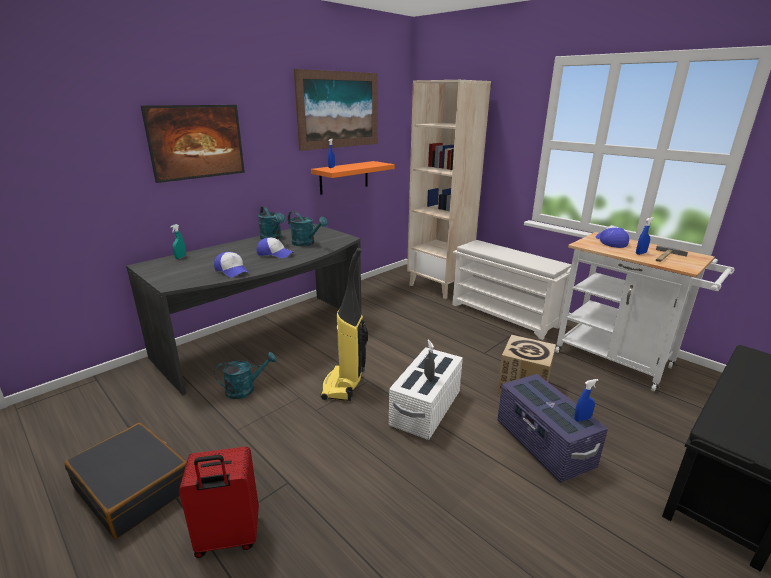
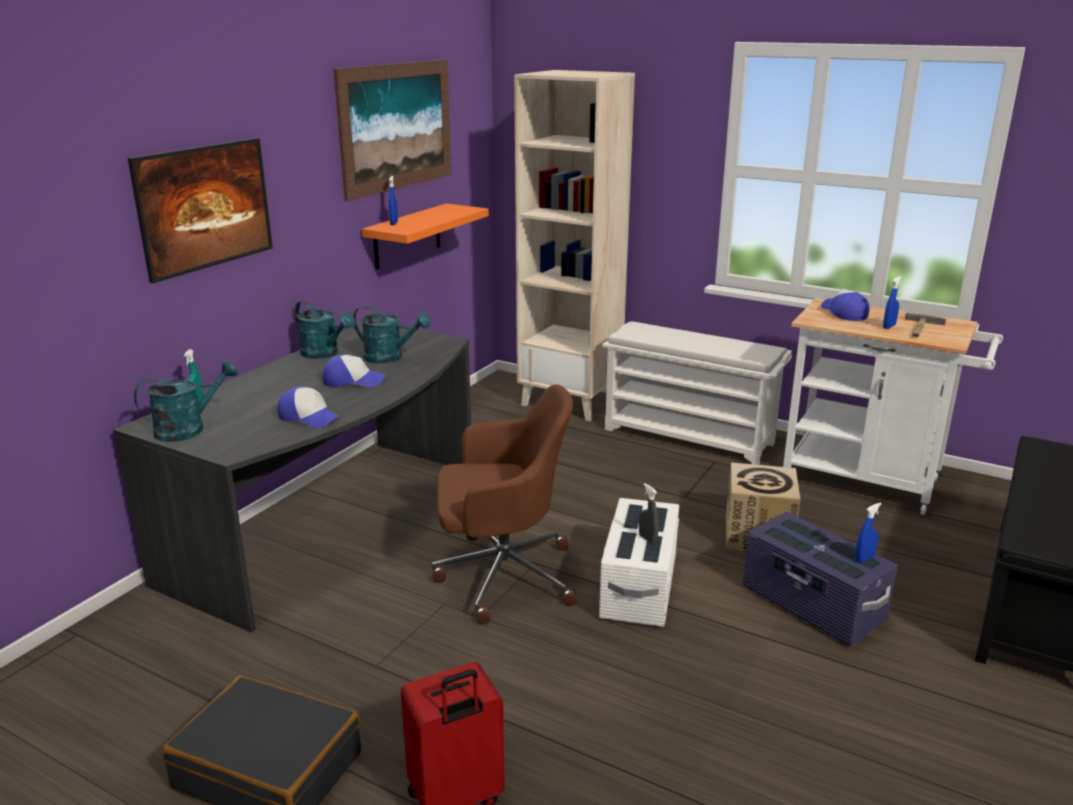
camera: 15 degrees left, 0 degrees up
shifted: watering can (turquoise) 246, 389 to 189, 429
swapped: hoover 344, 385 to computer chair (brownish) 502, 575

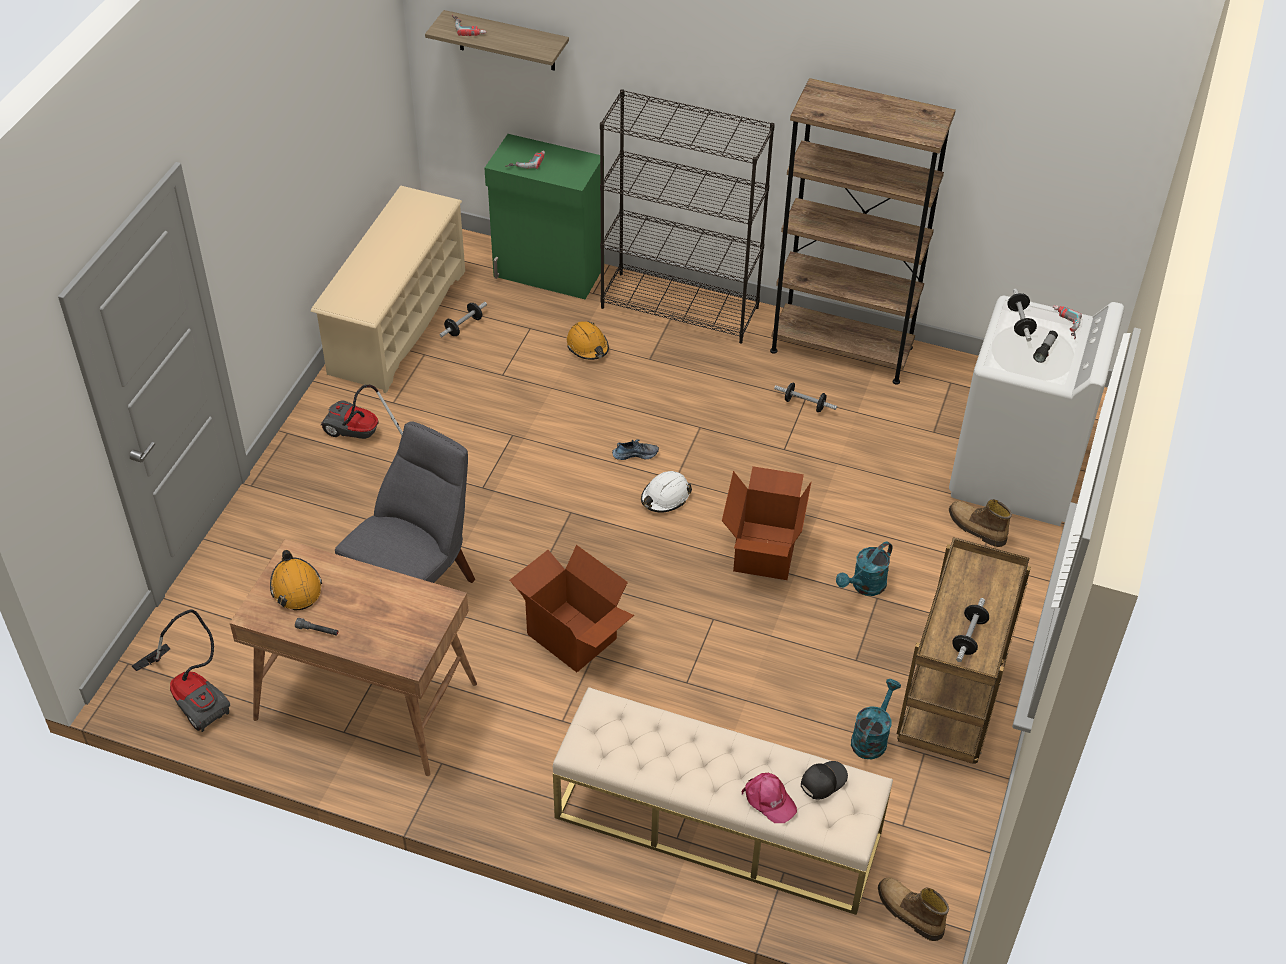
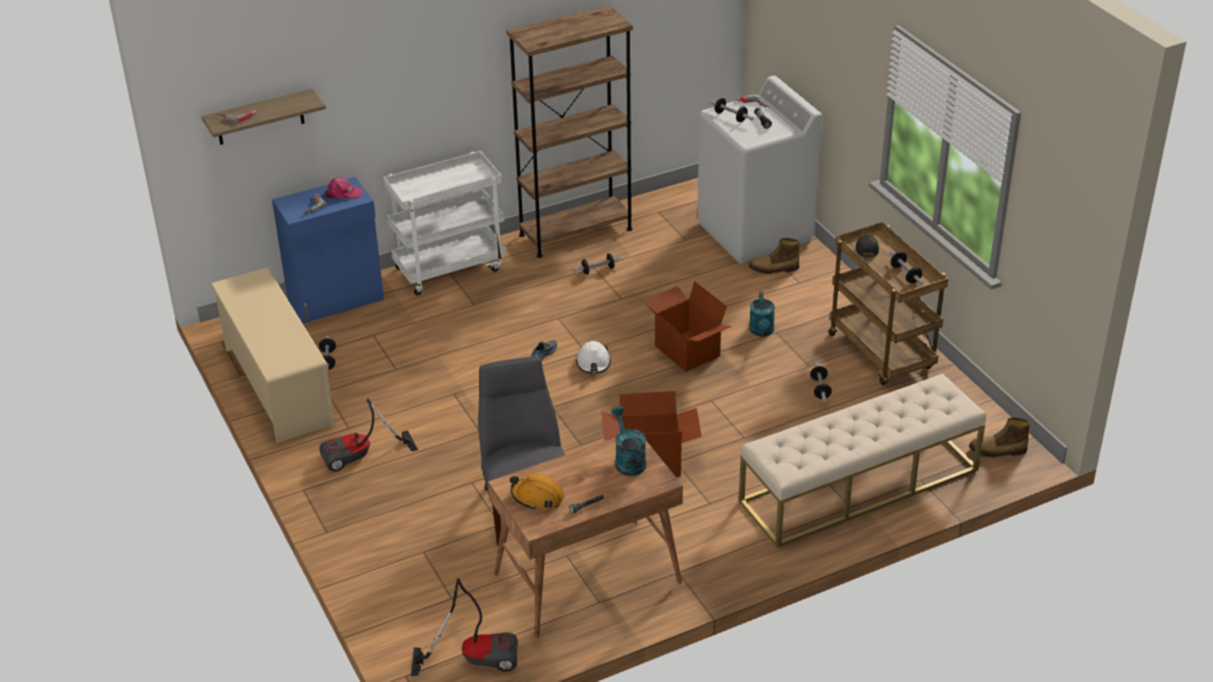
camera: 45 degrees left, 10 degrees down
gone: work helmet (orangey) 587, 346
new: dumbbell 820, 389
shifted: peaked cap (pink) 769, 800 to 343, 193; peaked cap (blackish) 822, 781 to 866, 248; watering can (turquoise) 871, 737 to 628, 460
swapped: bookshelf (blackish) 681, 307 to cart (whitish) 450, 268
repainted: storage cabinet (green) 548, 272 to storage cabinet (blue-coloured) 337, 300

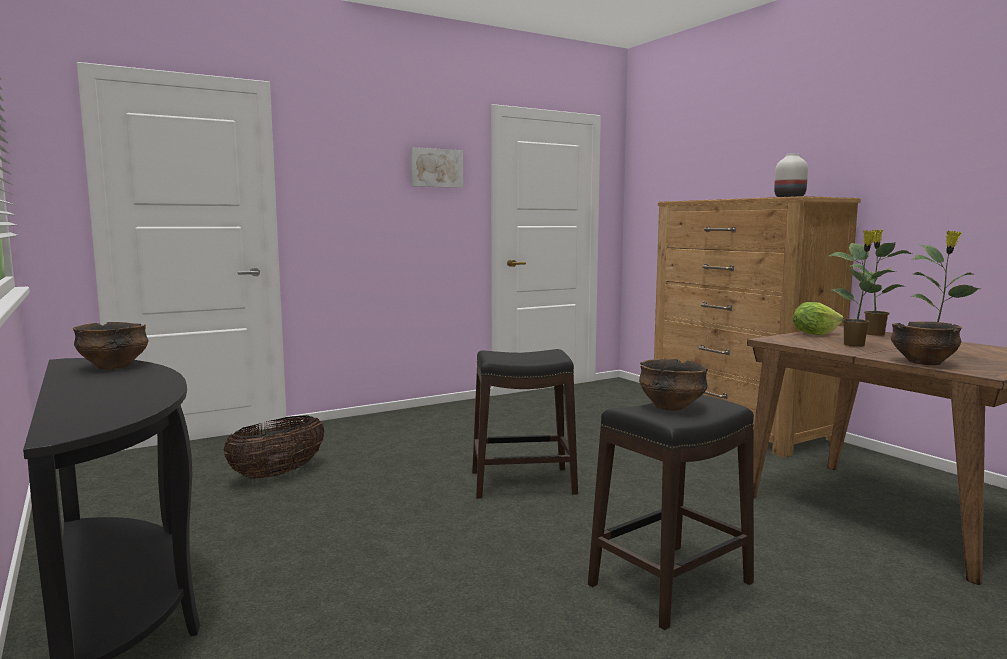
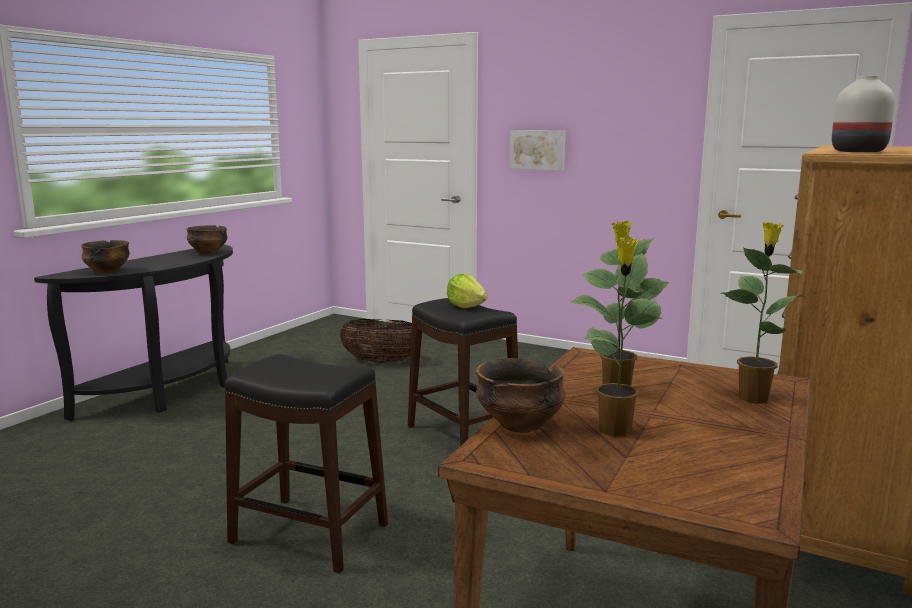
camera: 60 degrees right, 5 degrees up
shifted: picture 435, 168 to 538, 149; deep dish 671, 407 to 107, 271; lettuce head 814, 334 to 466, 306

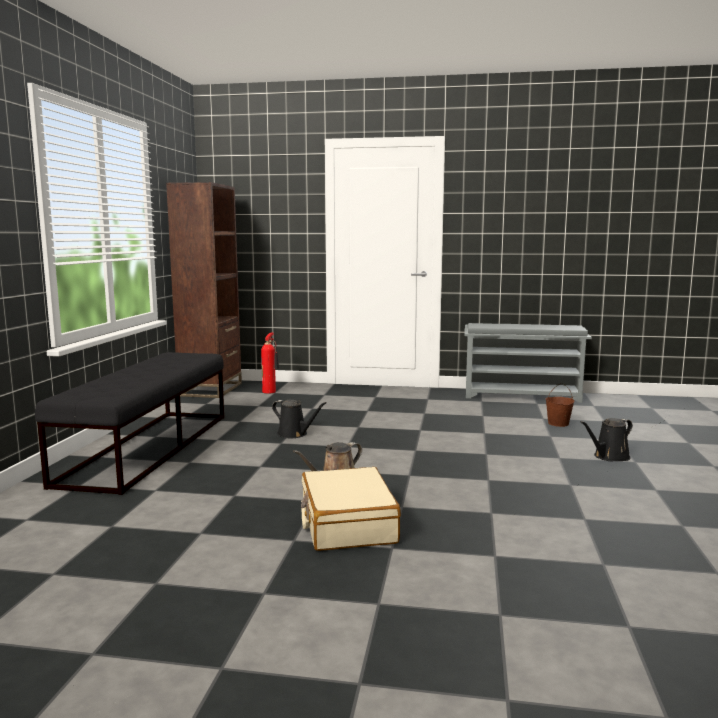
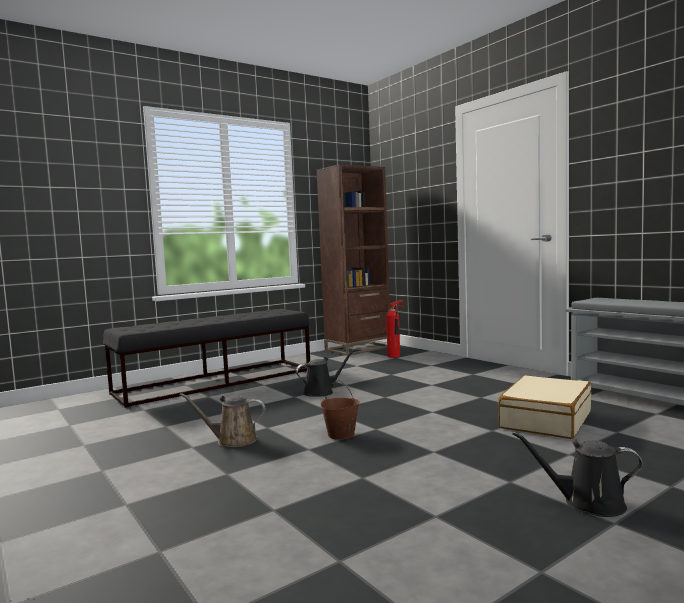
camera: 45 degrees right, 5 degrees down
shifted: piece of luggage (beige-coloured) 347, 524 to 545, 420; pail (brownish) 558, 424 to 341, 435
rotated: watering can (blackish) 294, 434 = 321, 392 105 degrees counterclockwise

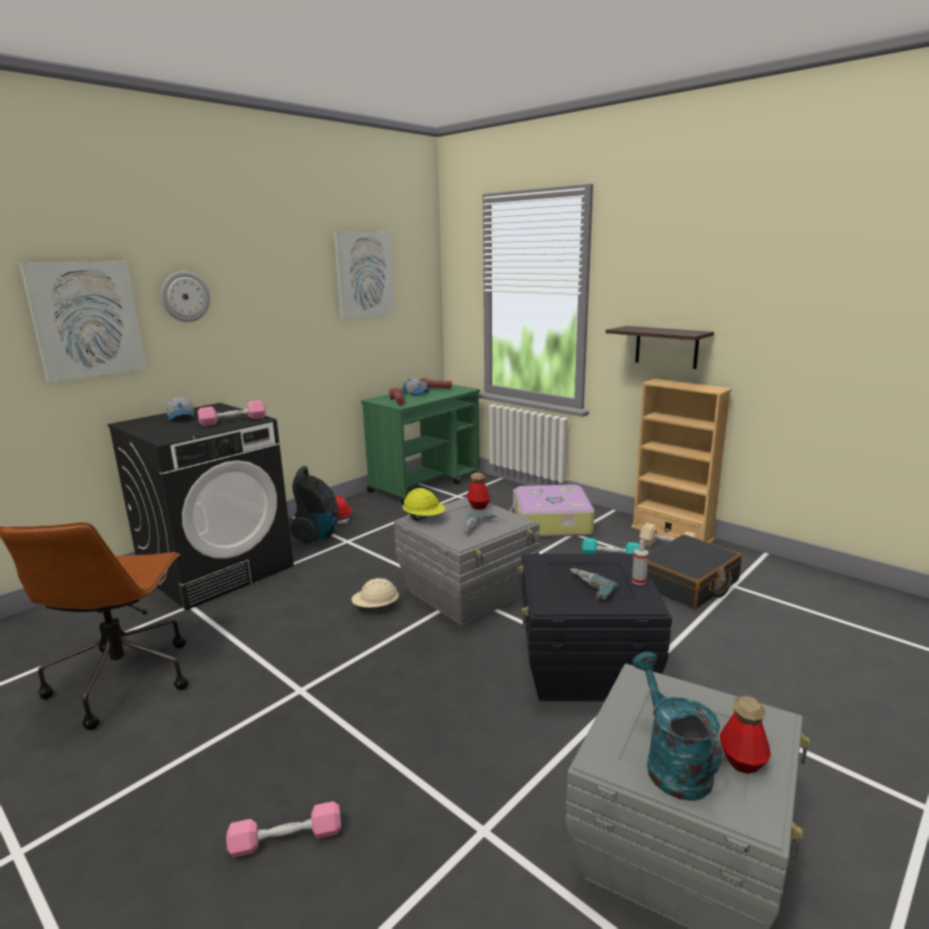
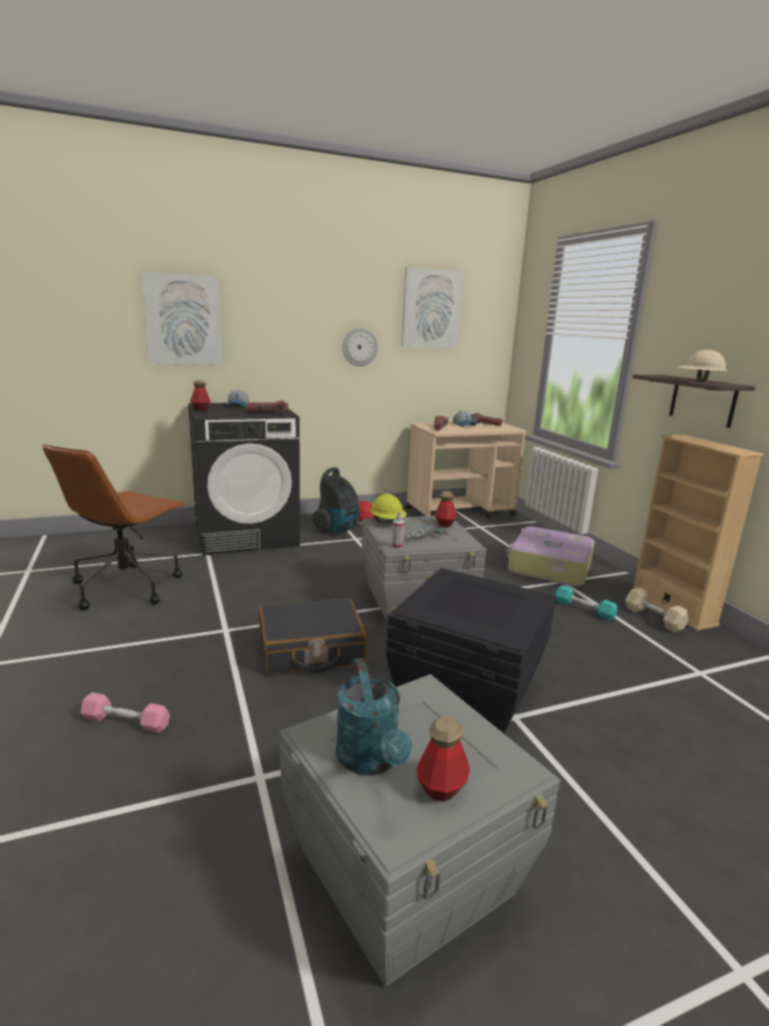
camera: 25 degrees right, 0 degrees up
gone: power drill 587, 589
new: bottle 200, 409
shifted: clock on the wall 185, 296 to 359, 347; work helmet (beige-coloured) 376, 608 to 698, 381; sprayer 639, 581 to 397, 546; piece of luggage (blackish) 688, 583 to 311, 650
swapped: dumbbell (pink) 233, 421 to hand torch 267, 413
repainted: cart (green) 426, 484 to cart (beige-coloured) 461, 511
rotated: watering can (turquoise) 671, 763 = 371, 761 150 degrees clockwise

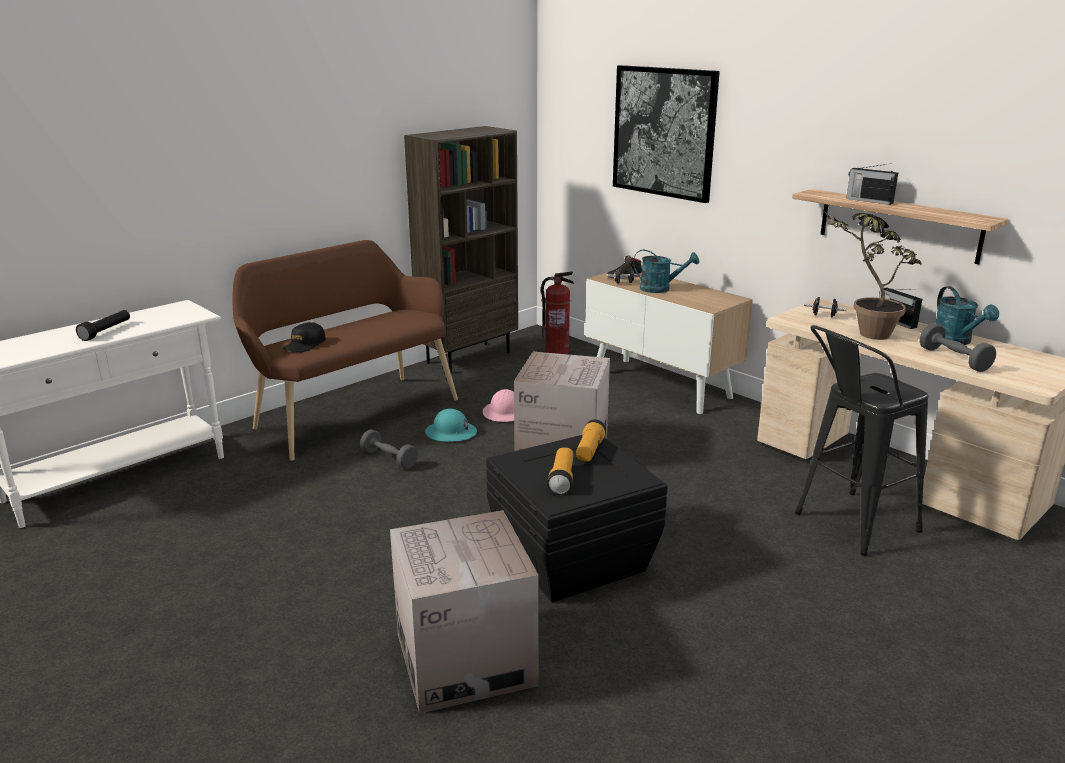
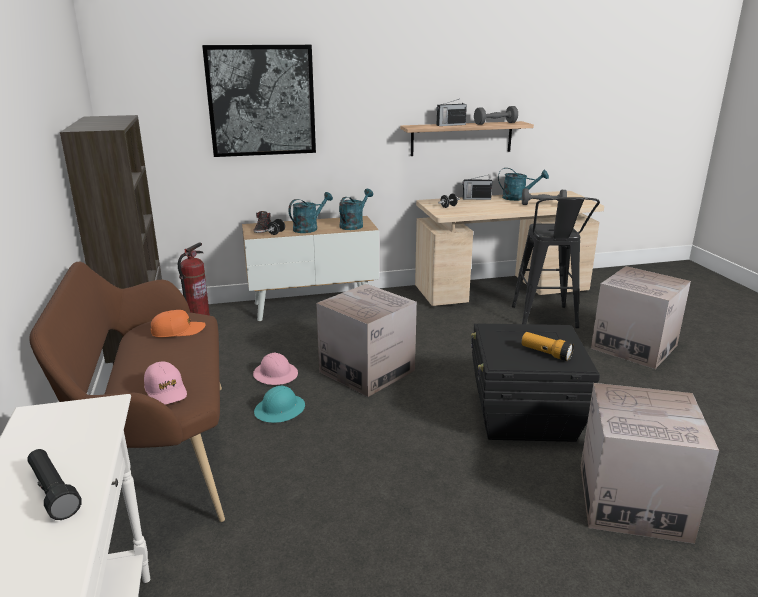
camera: 60 degrees left, 0 degrees up
gone: hand torch 589, 451; houseplant 863, 333
new: peaked cap (orangey) 178, 331; watering can (turquoise) 354, 225; packing box 634, 347
shifted: dumbbell (grey) 389, 459 to 495, 123
repainted: peaked cap (blackish) 305, 345 to peaked cap (pink) 166, 391

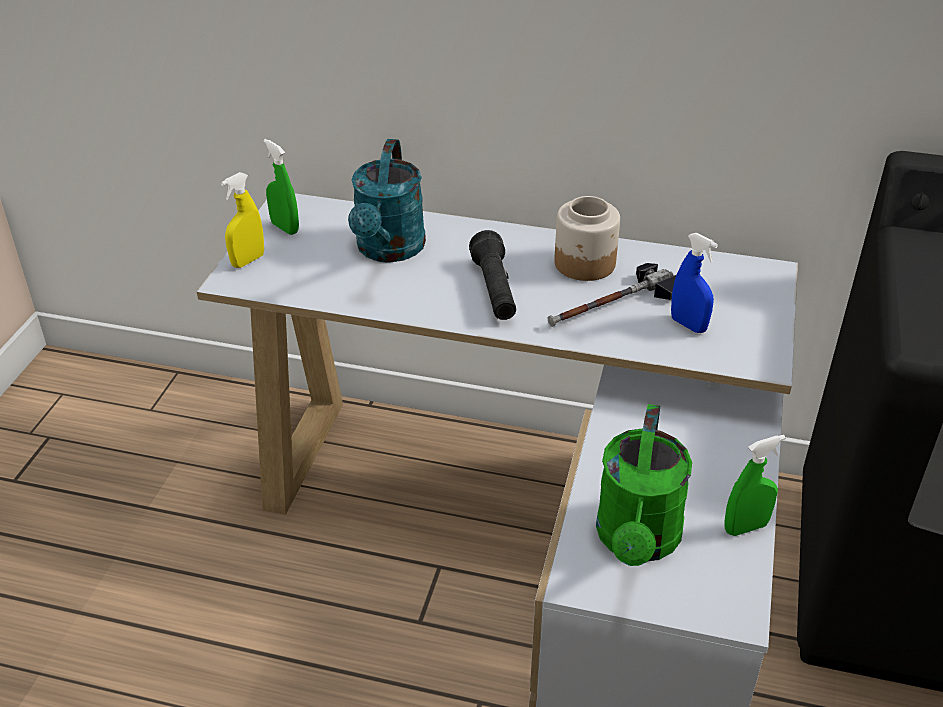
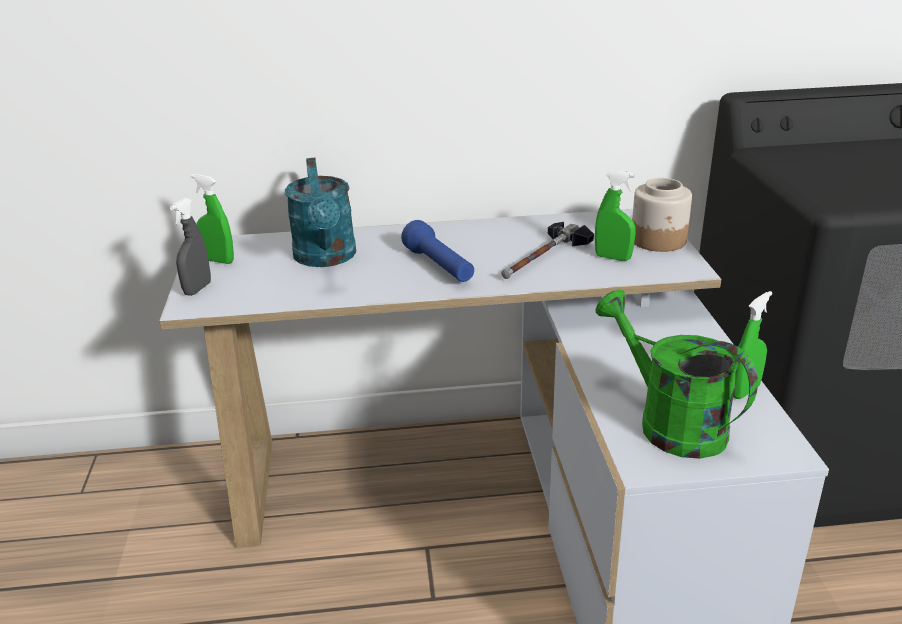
camera: 20 degrees left, 10 degrees down
shifted: jar 585, 264 to 659, 240
repainted: sprayer (yellow-coloured) 248, 261 to sprayer (grey) 197, 289; hand torch (blackish) 494, 290 to hand torch (blue-coloured) 439, 267; sprayer (blue-coloured) 688, 325 to sprayer (green) 613, 258
rotated: watering can (green) 637, 542 = 669, 423 150 degrees clockwise

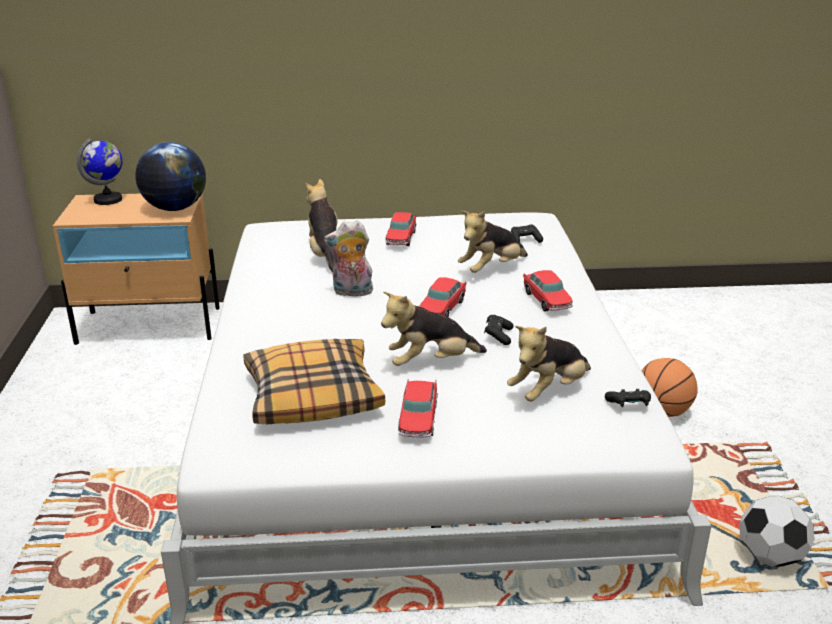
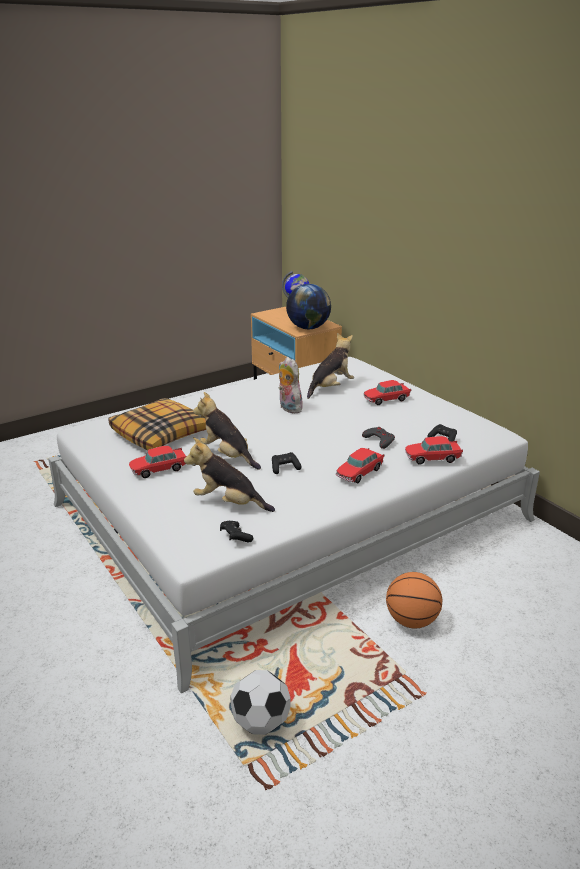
camera: 60 degrees right, 0 degrees up
shifted: toy car 442, 308 to 432, 458
swapped: soft toy 491, 269 to joypad (grey) 379, 440

